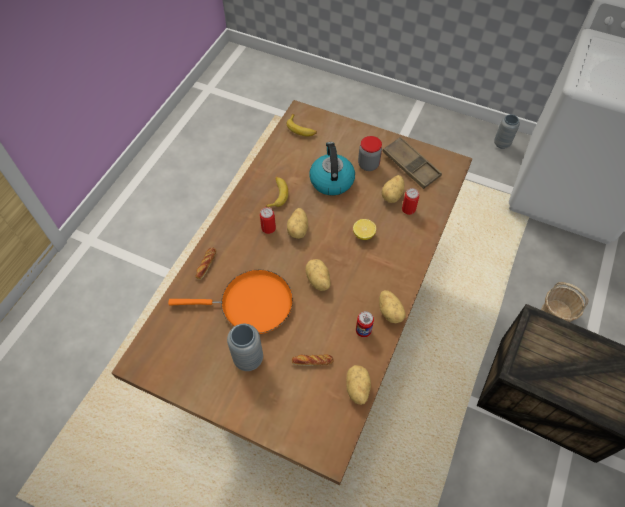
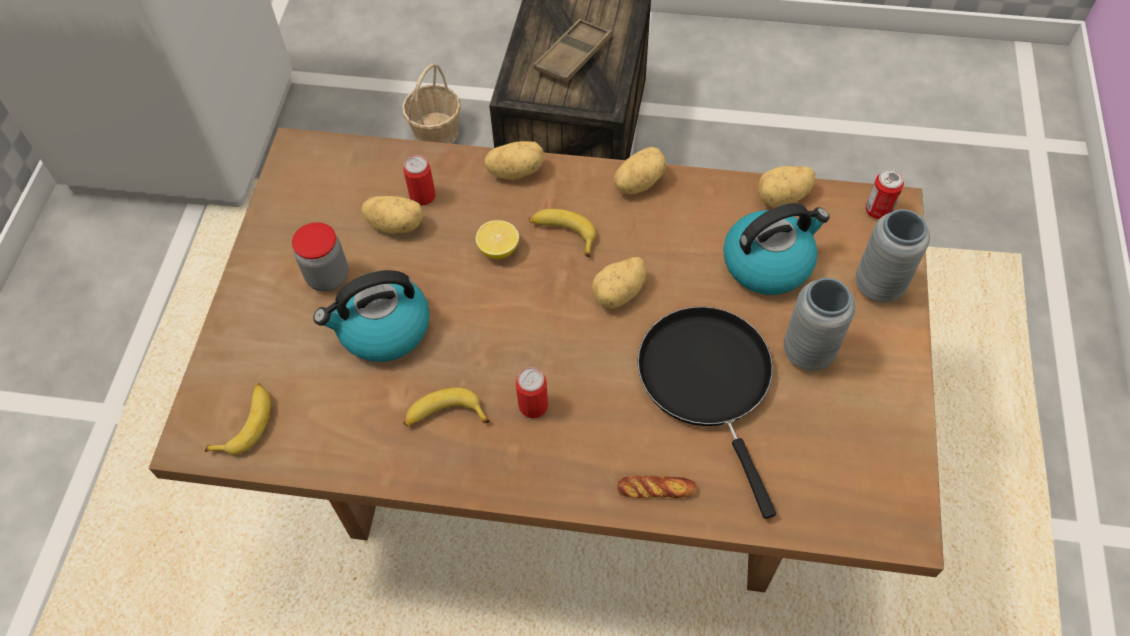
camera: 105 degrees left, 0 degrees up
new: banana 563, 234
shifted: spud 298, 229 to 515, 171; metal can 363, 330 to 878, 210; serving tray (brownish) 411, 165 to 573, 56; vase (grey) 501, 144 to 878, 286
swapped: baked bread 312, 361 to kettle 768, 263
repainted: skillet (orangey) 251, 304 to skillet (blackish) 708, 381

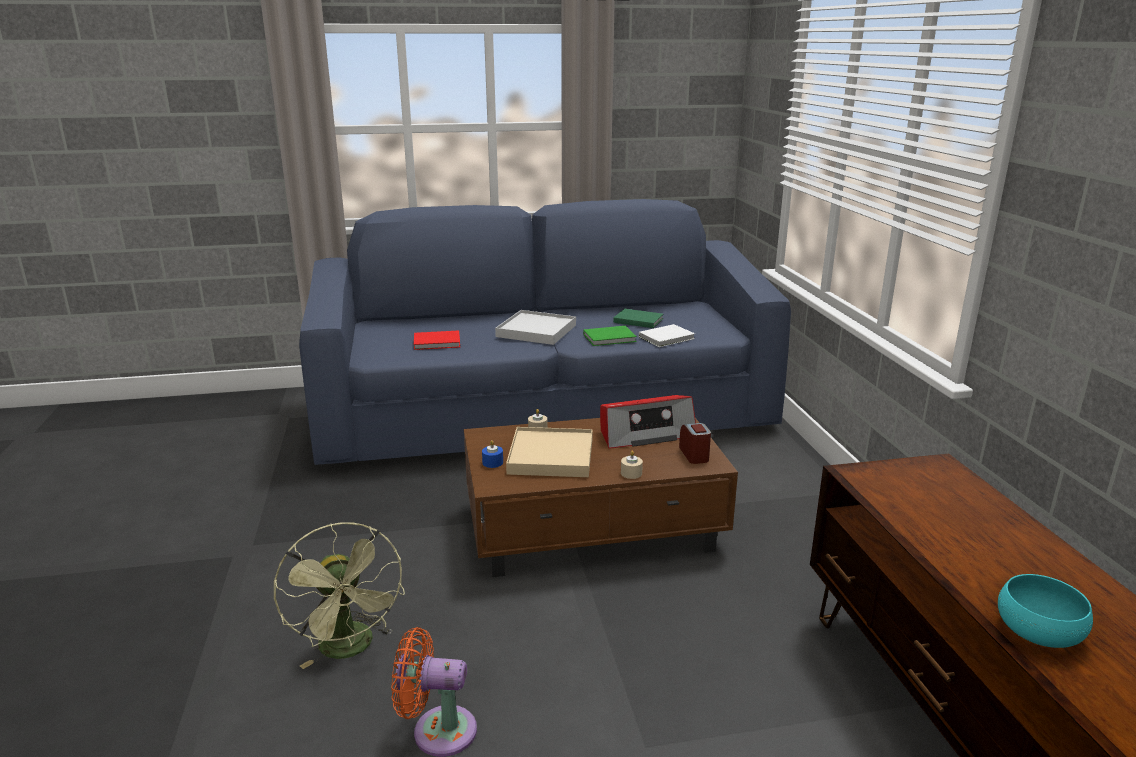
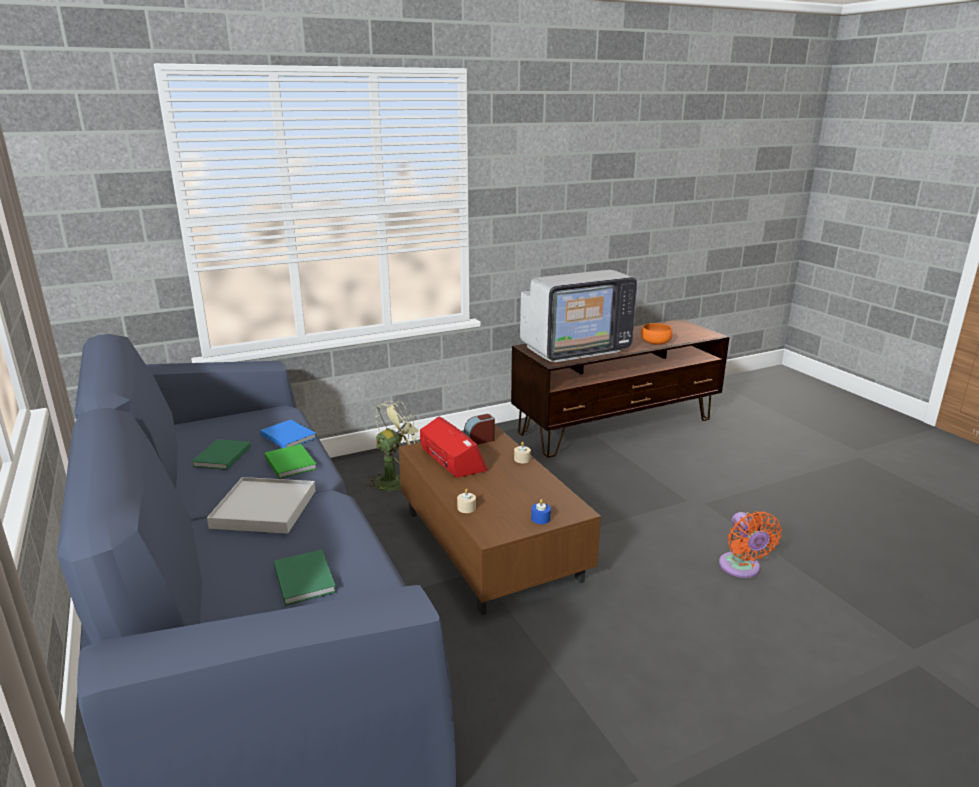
camera: 105 degrees left, 0 degrees up
gone: serving tray (beige-coloured) 550, 456
new: TV 575, 348
shifted: cooling fan (green) 351, 649 to 396, 481
repainted: book (red-coloured) 438, 342 to book (green) 305, 578; book (whitish) 668, 338 to book (blue-coloured) 288, 436; deep dish (turquoise) 1038, 630 to deep dish (orangey) 655, 342

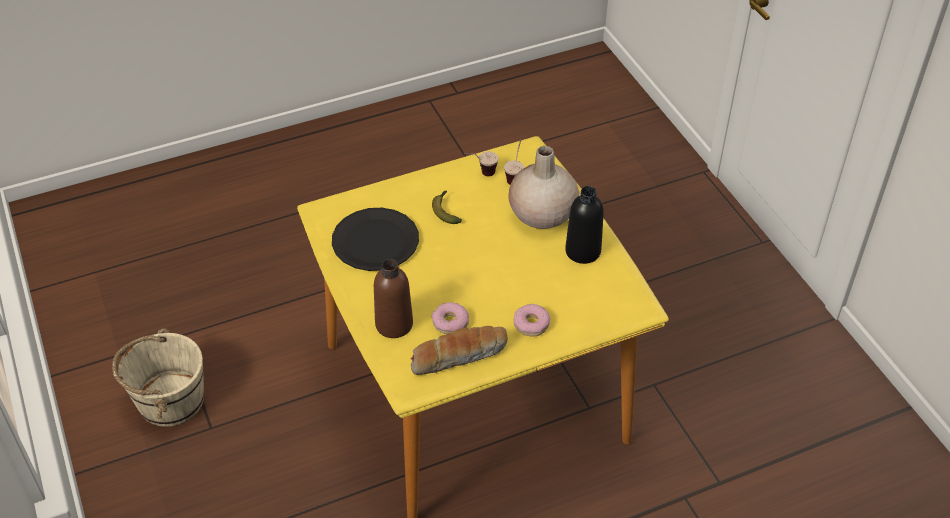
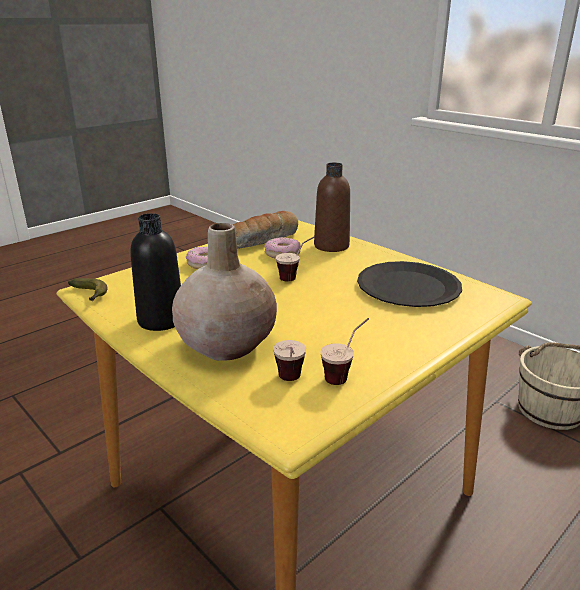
camera: 160 degrees right, 20 degrees down
new: drinking cup 296, 276
shifted: banana 445, 211 to 90, 295

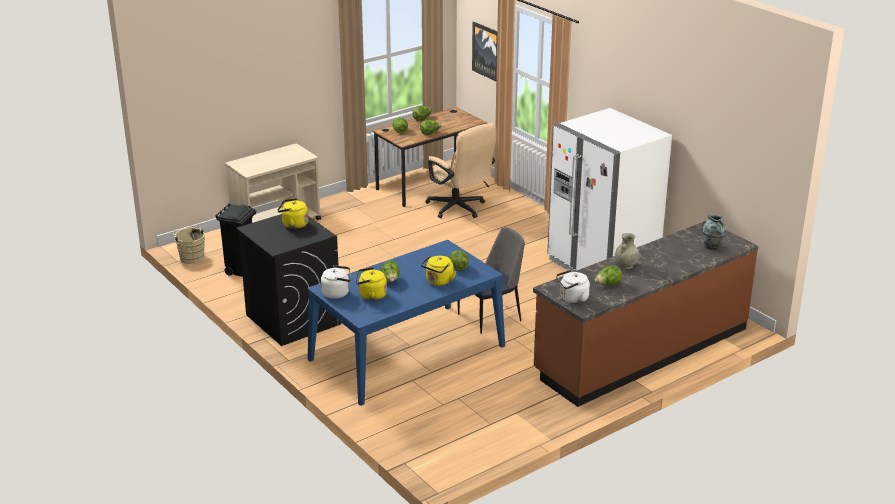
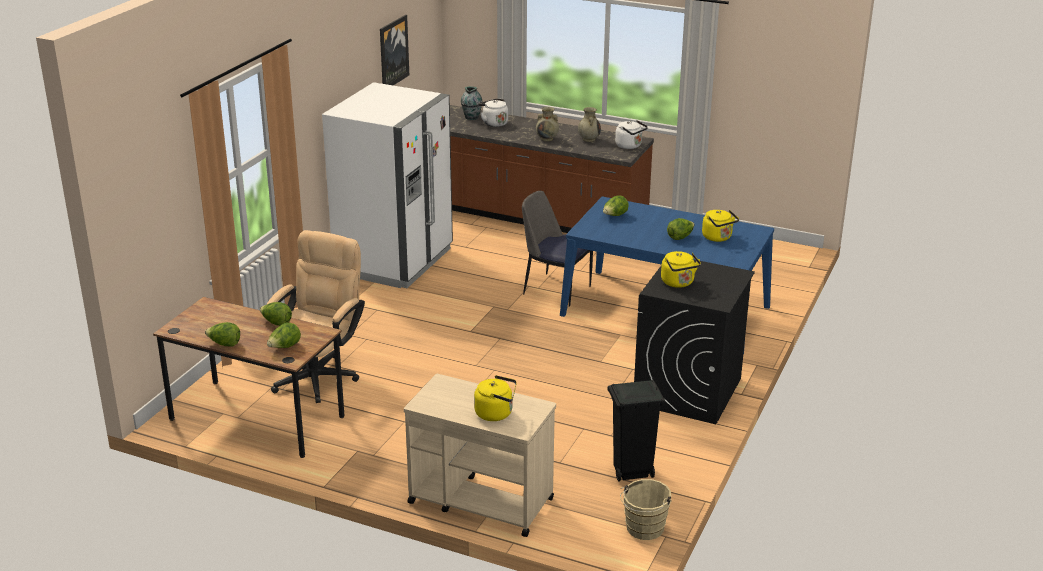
camera: 120 degrees left, 0 degrees up
shifted: kettle (whitish) 337, 293 to 494, 123; kettle (yellow-coloured) 438, 282 to 496, 413; picture 486, 51 to 393, 52
swapped: lettuce head 607, 285 to vase (beige-coloured) 589, 139

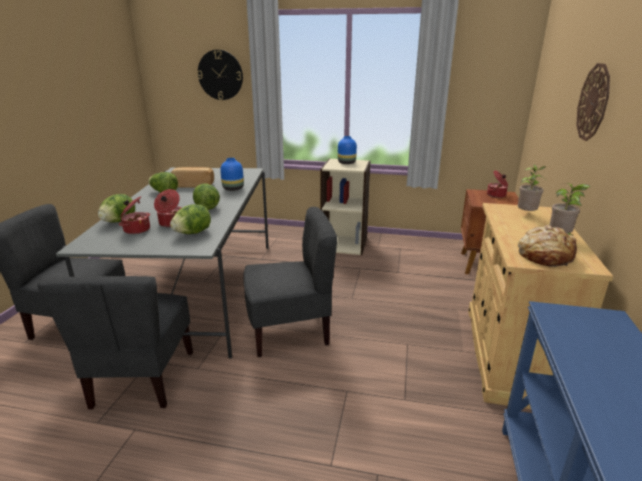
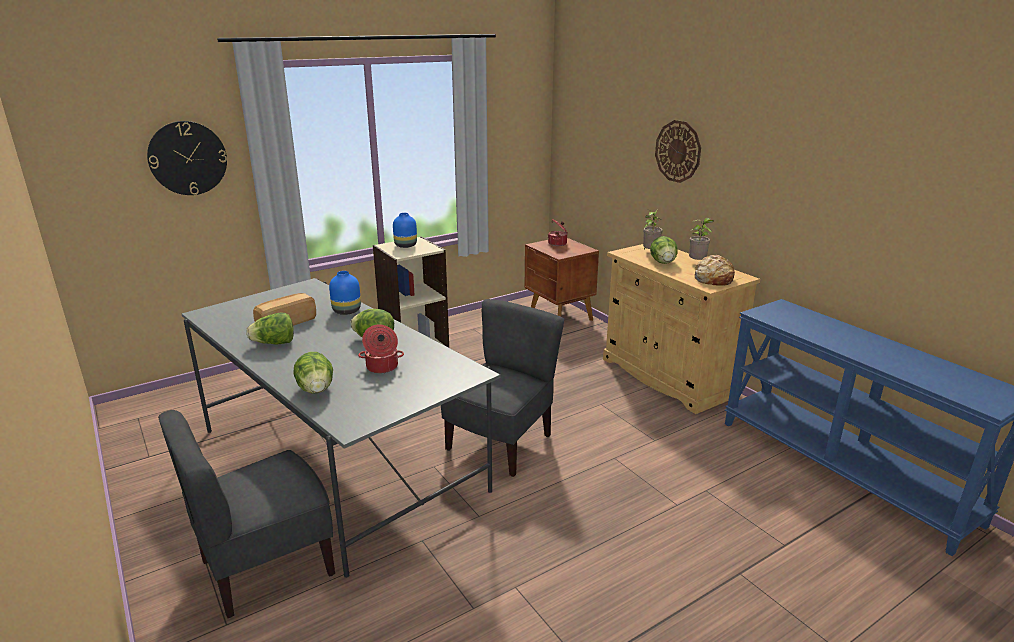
camera: 45 degrees left, 0 degrees up
gone: plain chair (grey) 142, 379; saucepot 136, 229
shifted: lettuce head 193, 233 to 663, 262

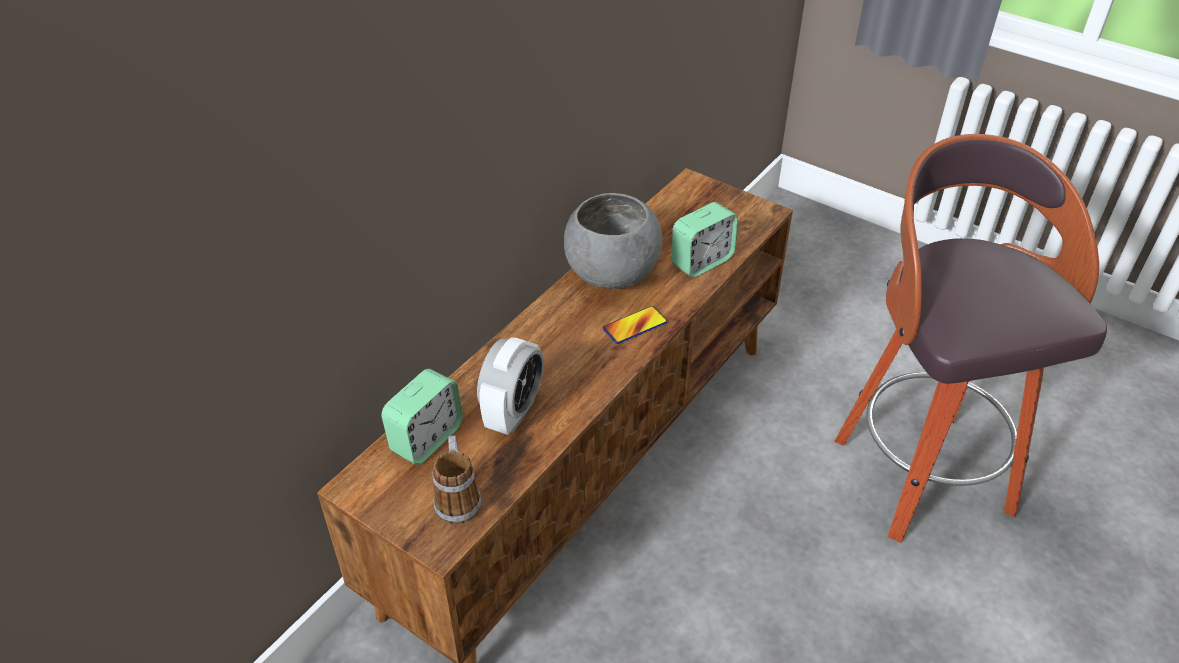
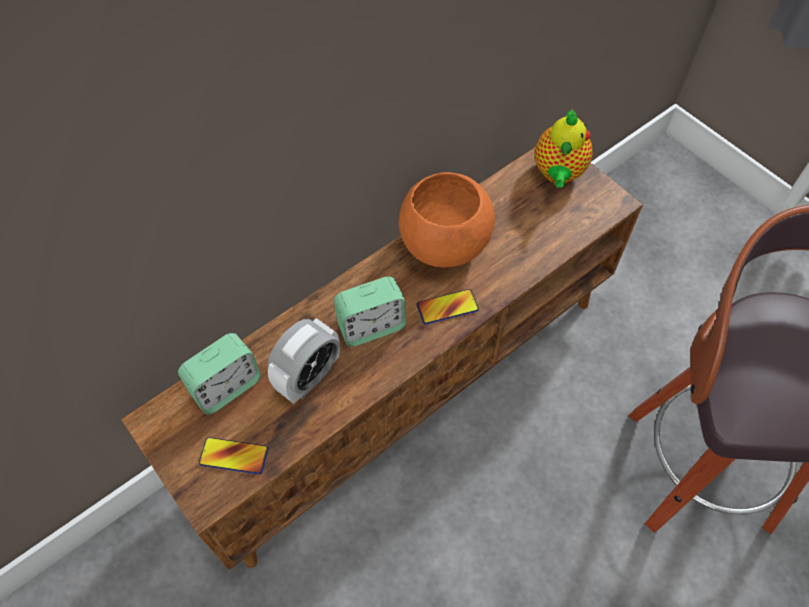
camera: 15 degrees right, 15 degrees up
new: teapot 558, 174
shifted: bedside clock 702, 262 to 371, 326
swapped: mug 458, 497 to telephone 234, 456
repainted: deep dish (grey) 612, 276 to deep dish (orangey) 444, 246

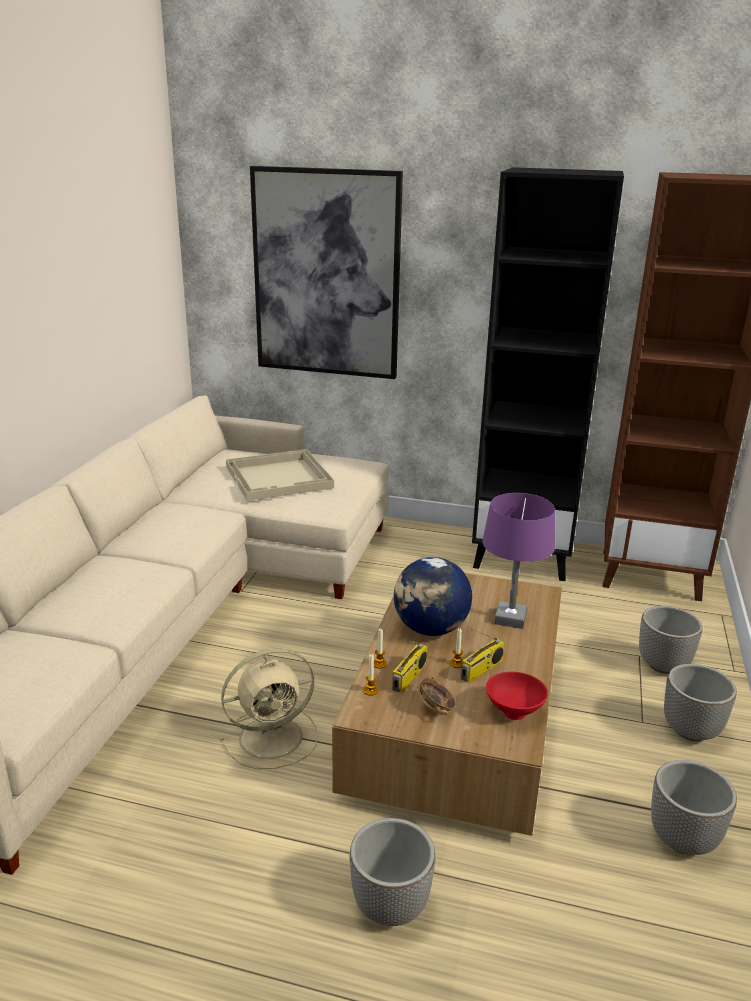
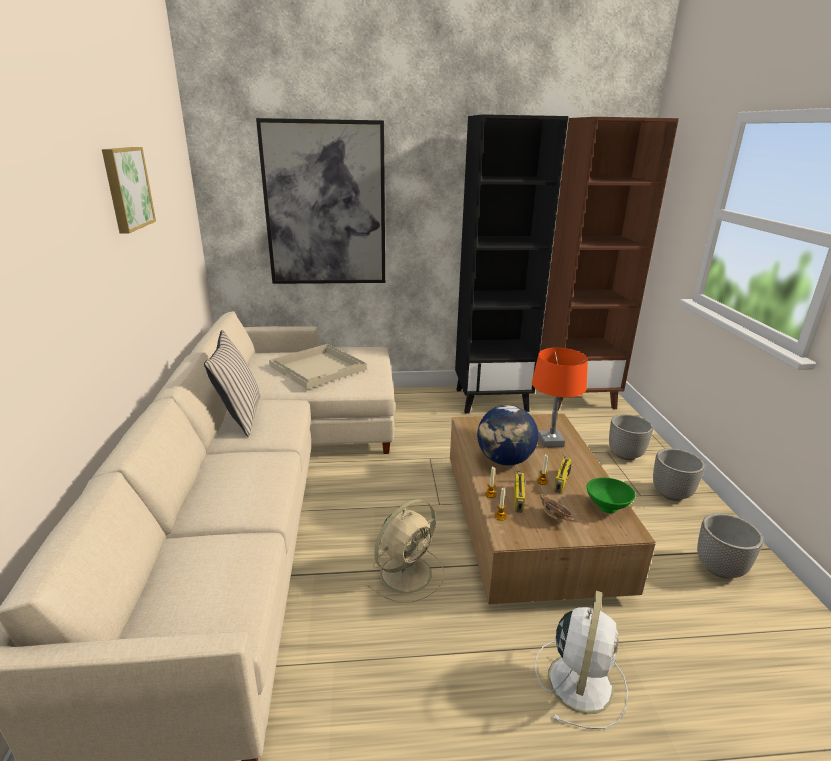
camera: 20 degrees left, 0 degrees up
new: picture 126, 188; throw pillow (beige-coloured) 240, 416
swapped: plant pot 390, 905 to cooling fan (whitish) 580, 680
repainted: table lamp (purplish) 510, 618 to table lamp (orangey) 550, 441; deep dish (red-coloured) 512, 712 to deep dish (green) 606, 508

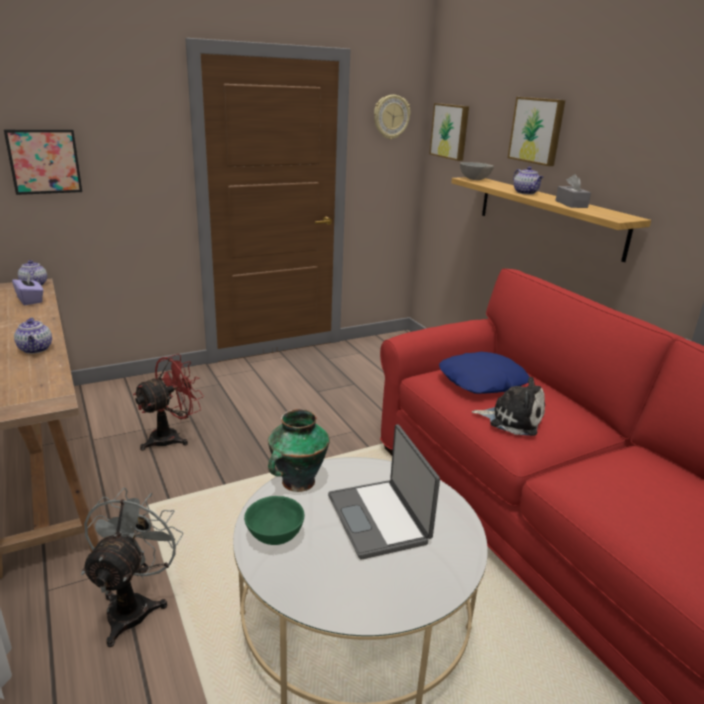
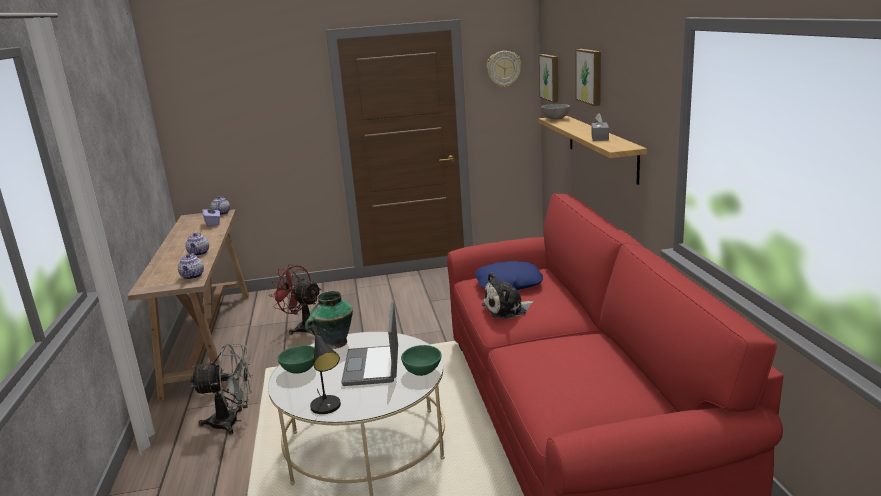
camera: 20 degrees right, 5 degrees down
gone: picture 44, 161
new: table lamp (blackish) 328, 408; deep dish (green) 423, 371
shifted: teapot 526, 193 to 192, 276
rotated: cooling fan (grey) 134, 605 = 232, 422 60 degrees clockwise; cooling fan (red-coloured) 171, 437 = 303, 327 120 degrees counterclockwise; soft toy 512, 419 = 507, 309 120 degrees clockwise

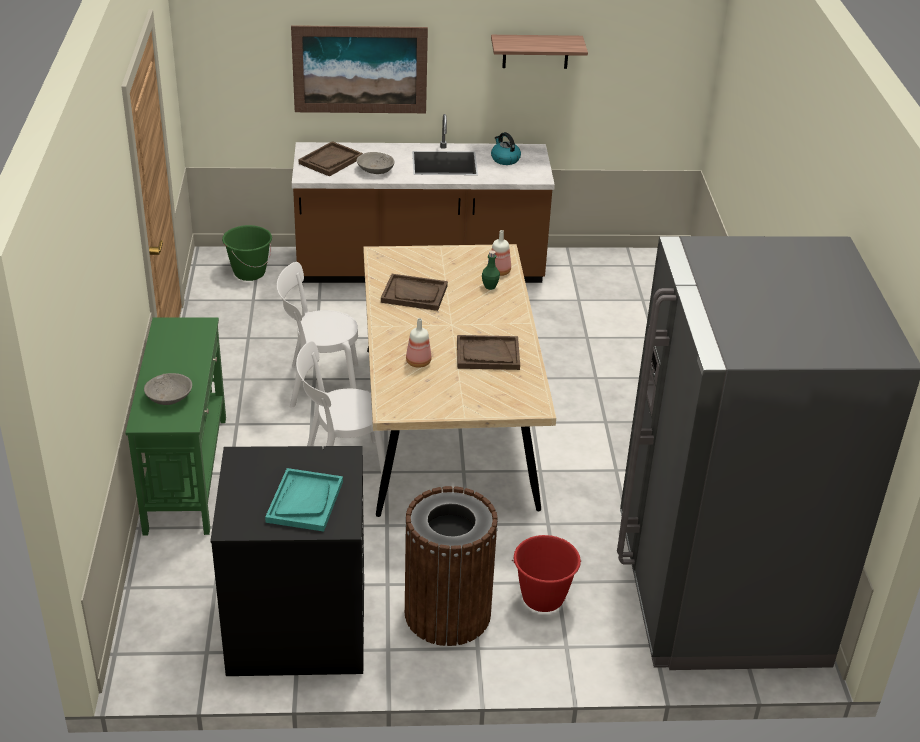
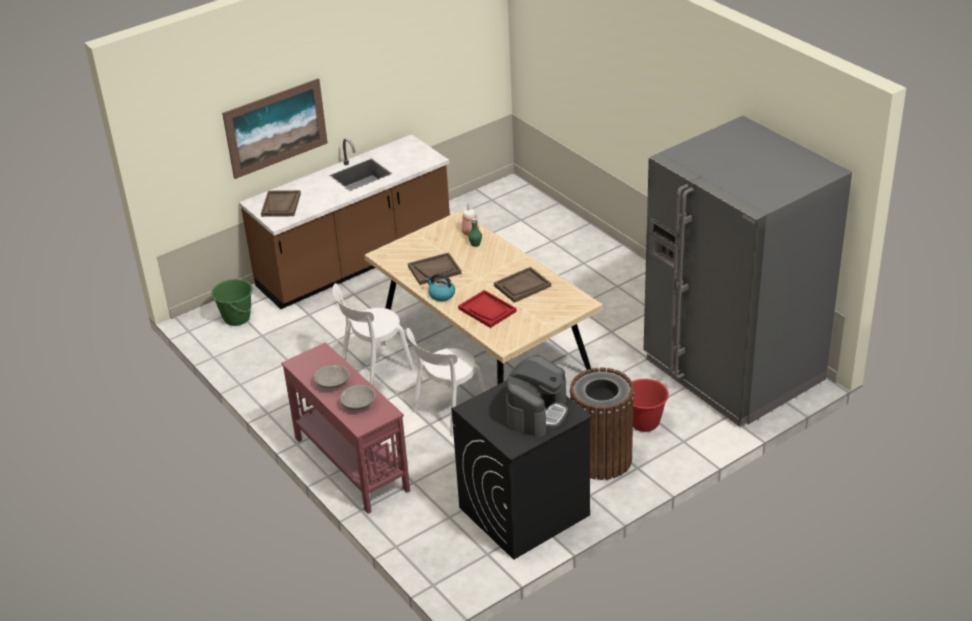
camera: 30 degrees left, 0 degrees up
gone: wall shelf 535, 51
shifted: deep dish (grey) 375, 170 to 332, 383; kettle 505, 159 to 441, 295
swapped: serving tray (turquoise) 304, 501 to coffee machine 537, 413; bottle 418, 363 to serving tray (red-coloured) 487, 310
repainted: hall table (green) 187, 472 to hall table (red-coloured) 351, 463

